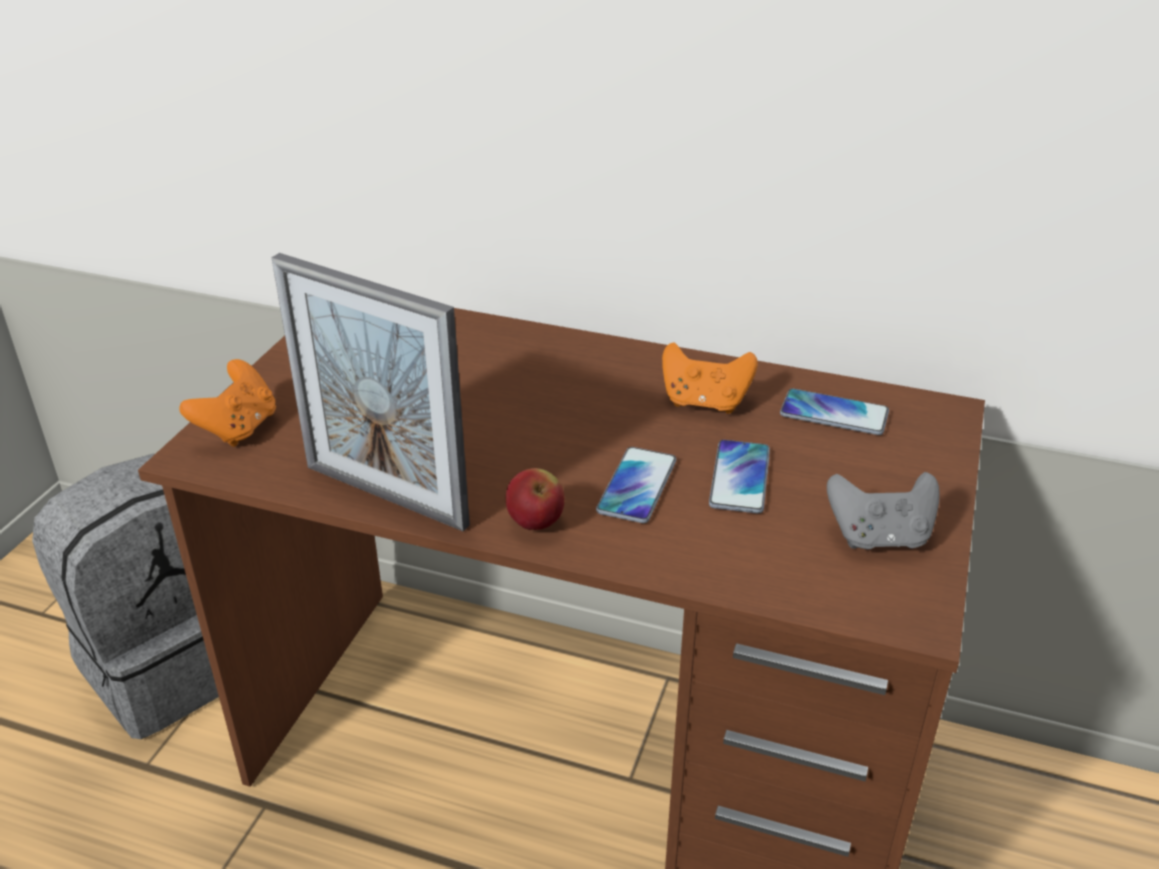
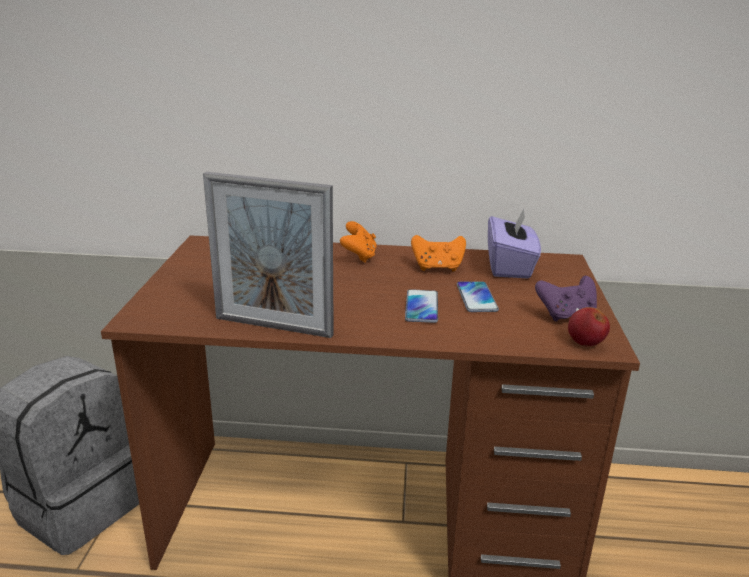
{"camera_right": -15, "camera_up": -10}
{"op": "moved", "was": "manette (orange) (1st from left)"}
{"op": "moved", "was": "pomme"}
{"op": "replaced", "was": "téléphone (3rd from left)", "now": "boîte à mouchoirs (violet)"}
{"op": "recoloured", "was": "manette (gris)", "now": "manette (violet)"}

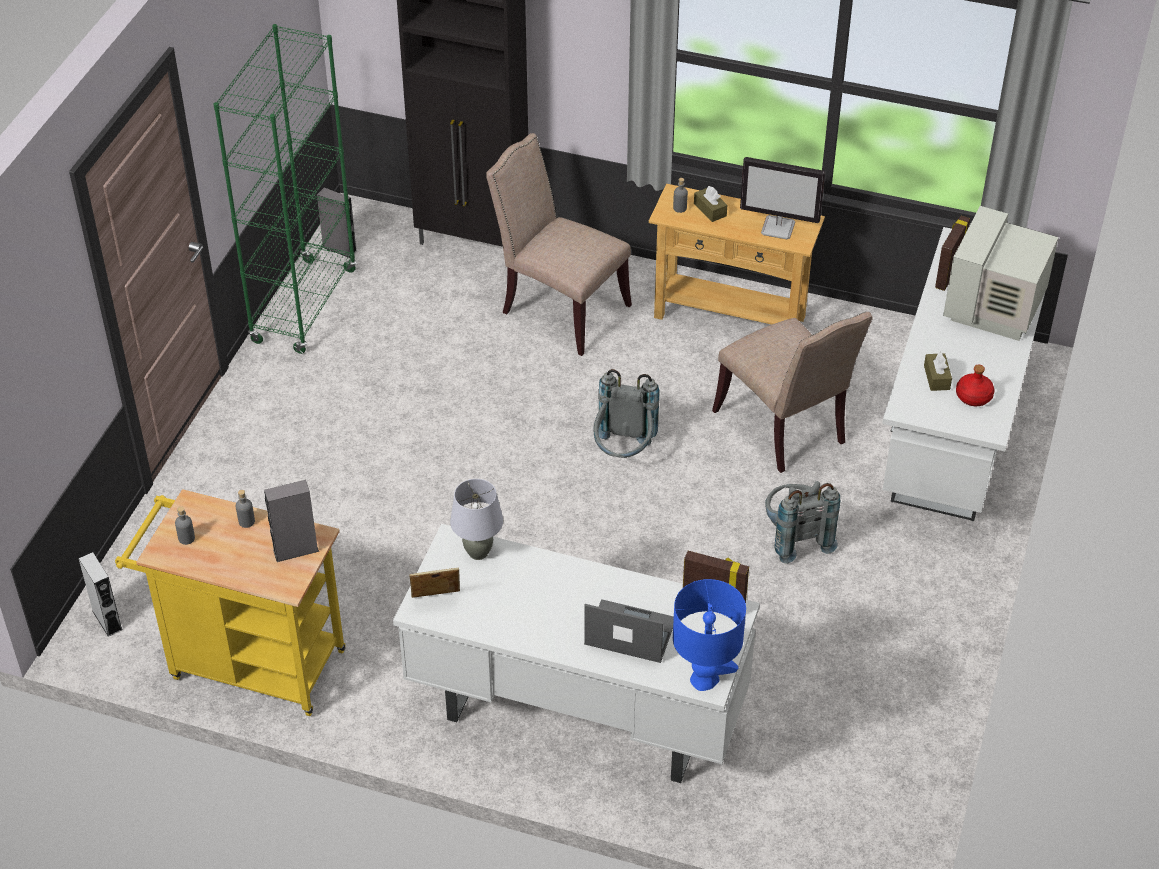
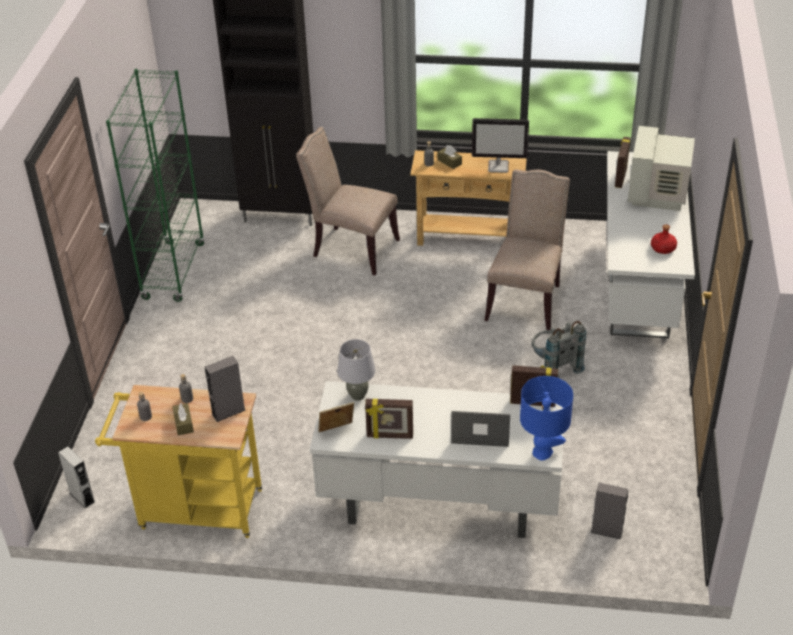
{"camera_right": -10, "camera_up": -5}
{"op": "moved", "was": "enceinte (gris) (3rd from left)"}
{"op": "removed", "was": "sac à dos (gris) (1st from left)"}
{"op": "turned", "was": "chaise (beige) (2nd from left)", "clockwise": -120}
{"op": "moved", "was": "boîte à mouchoirs (marron) (2nd from left in the first image)", "now": "boîte à mouchoirs (marron) (1st from left)"}
{"op": "added", "now": "cadre photo (2nd from left)"}

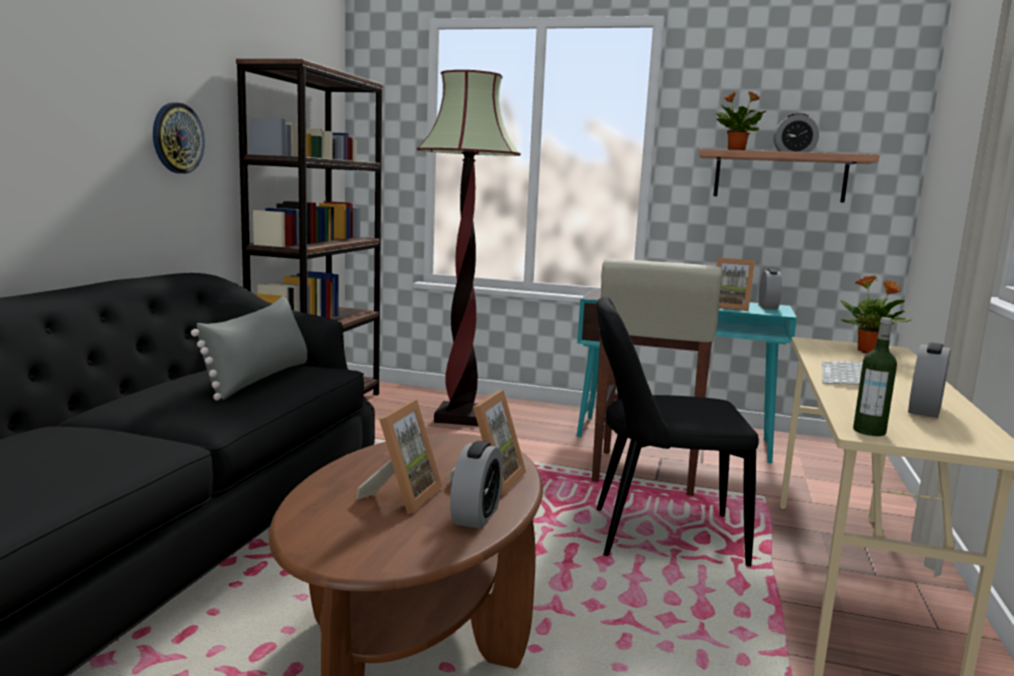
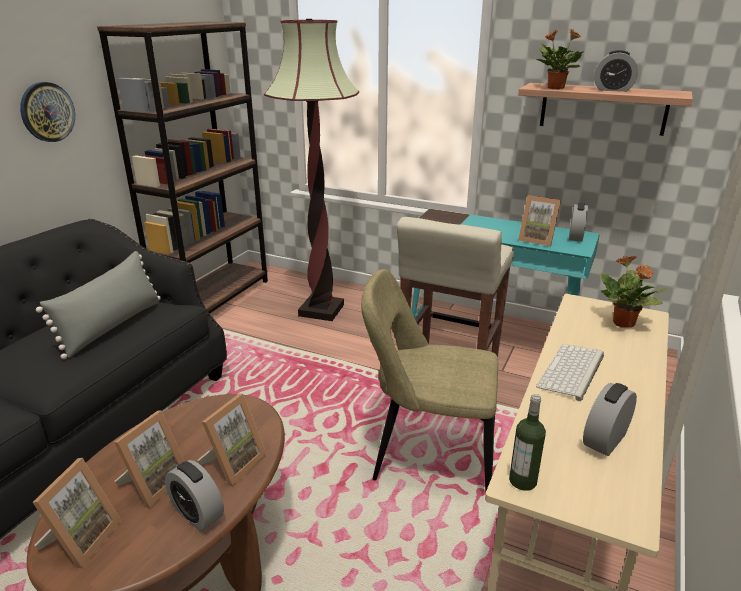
{"camera_right": 10, "camera_up": 15}
{"op": "turned", "was": "réveil (1st from left)", "clockwise": 105}
{"op": "recoloured", "was": "chaise (noir)", "now": "chaise (beige)"}
{"op": "added", "now": "cadre photo (1st from left)"}

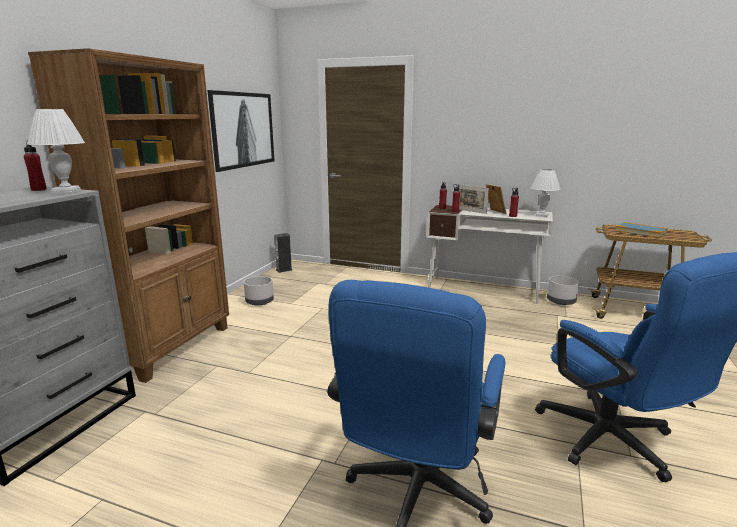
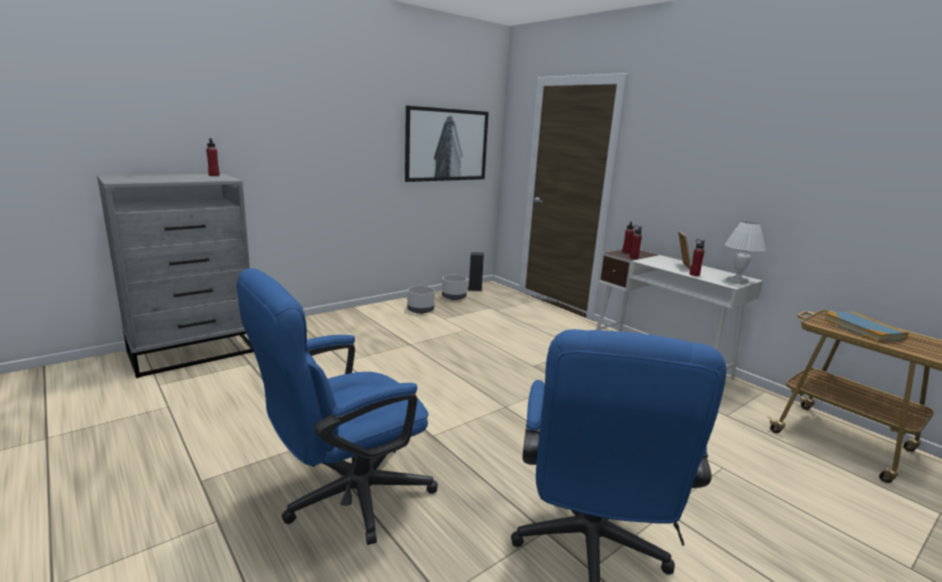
{"camera_right": 30, "camera_up": 0}
{"op": "removed", "was": "lampe de table (blanc) (1st from left)"}
{"op": "removed", "was": "bibliothèque (marron)"}
{"op": "removed", "was": "cadre photo (1st from left)"}
{"op": "moved", "was": "cache-pot (gris) (2nd from left)"}

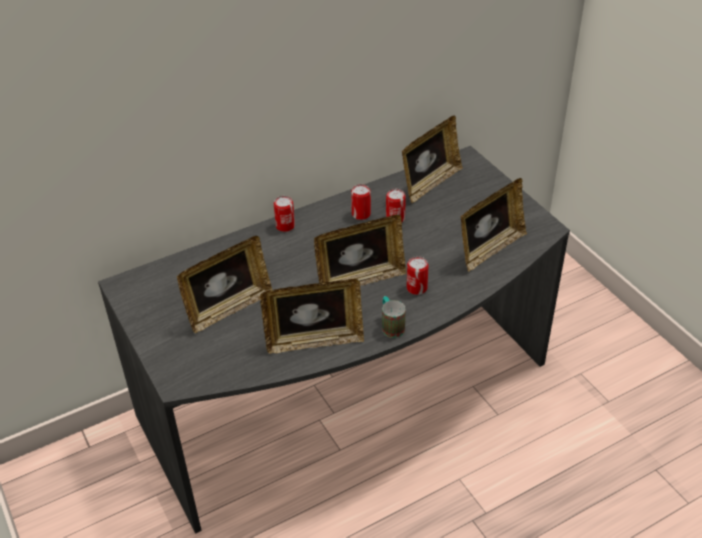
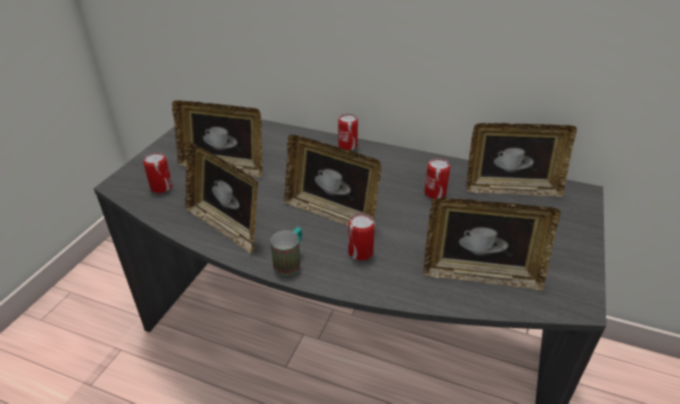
{"camera_right": 50, "camera_up": -5}
{"op": "moved", "was": "boîte métallique (2nd from left in the first image)", "now": "boîte métallique (1st from left)"}

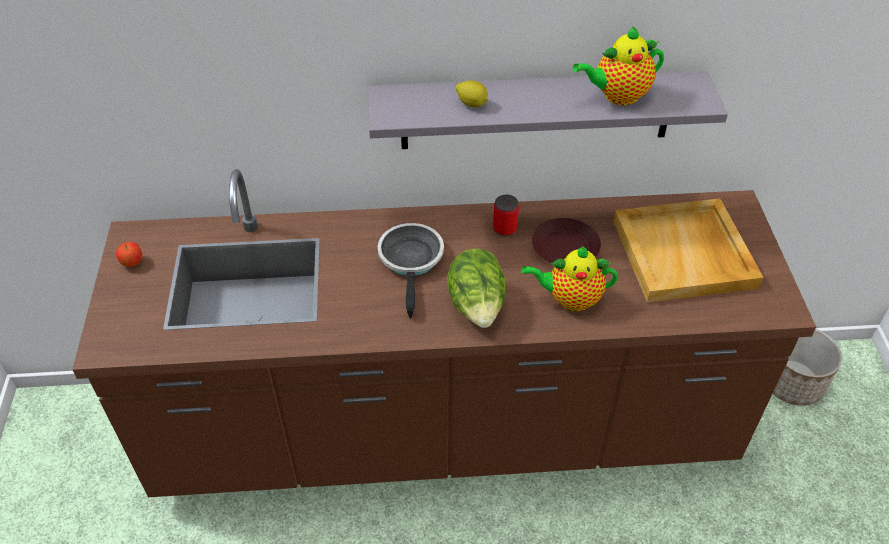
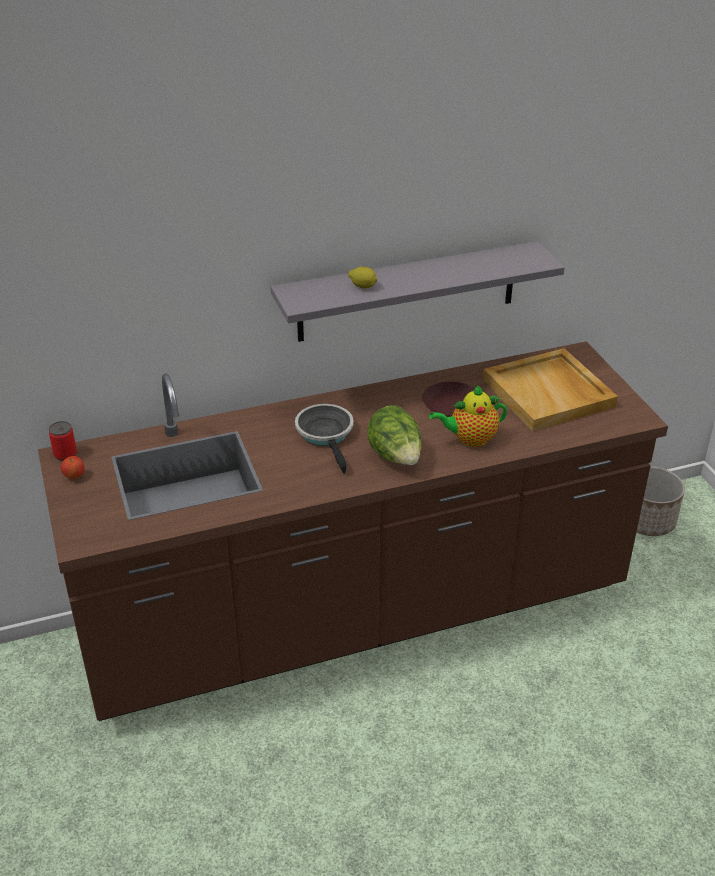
{"camera_right": -15, "camera_up": -10}
{"op": "moved", "was": "boîte métallique"}
{"op": "removed", "was": "théière (2nd from left)"}

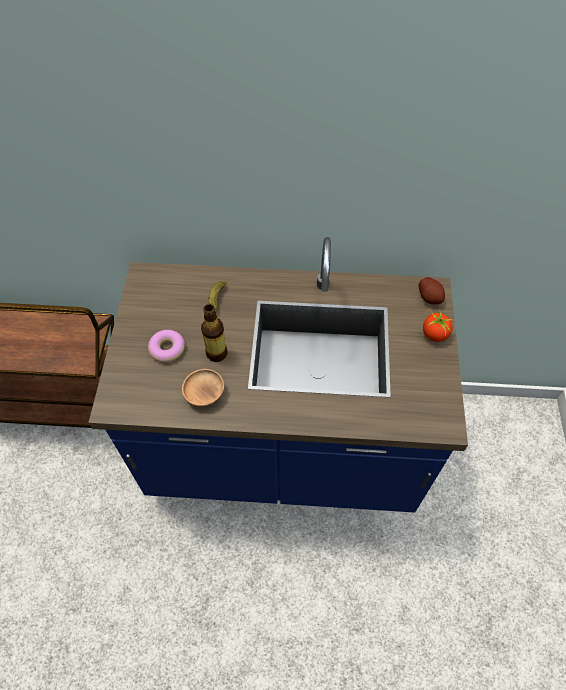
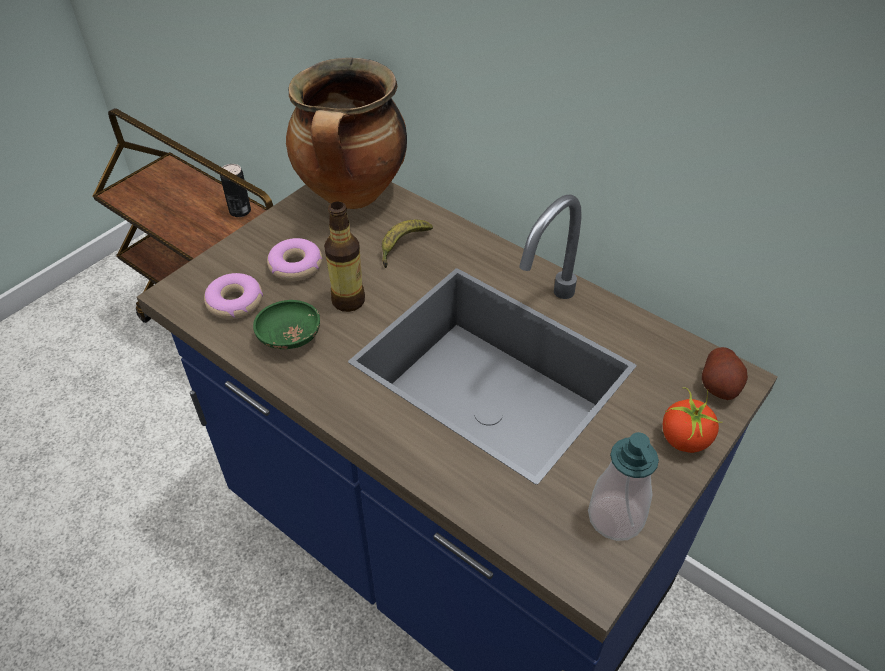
{"camera_right": 35, "camera_up": -10}
{"op": "recoloured", "was": "bol (marron)", "now": "bol (vert)"}
{"op": "added", "now": "beignet (1st from left)"}
{"op": "added", "now": "boîte métallique"}
{"op": "added", "now": "marmite"}
{"op": "added", "now": "distributeur de savon"}

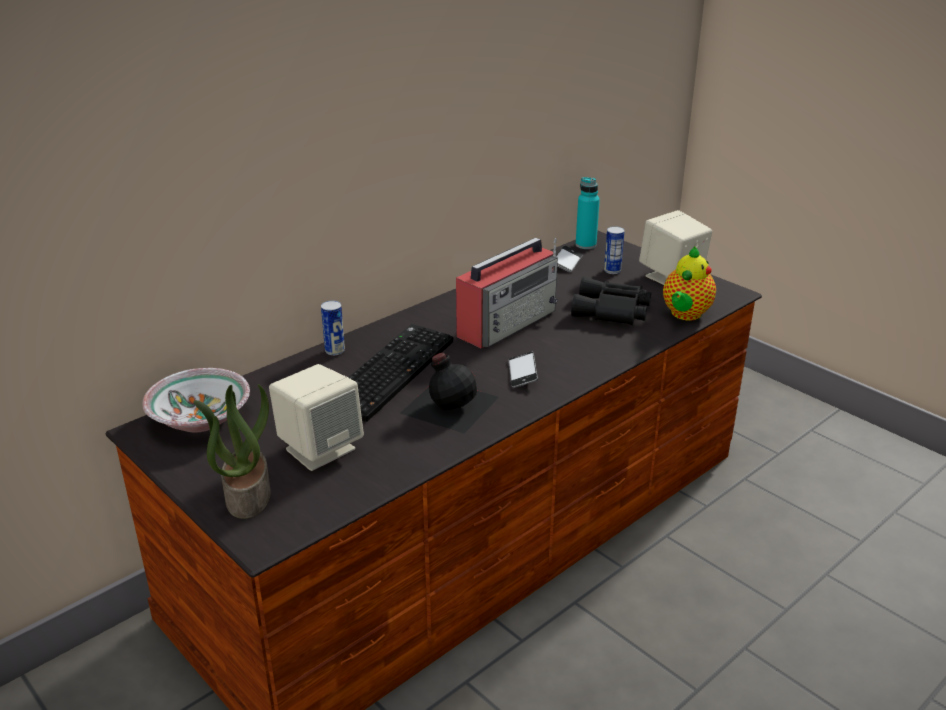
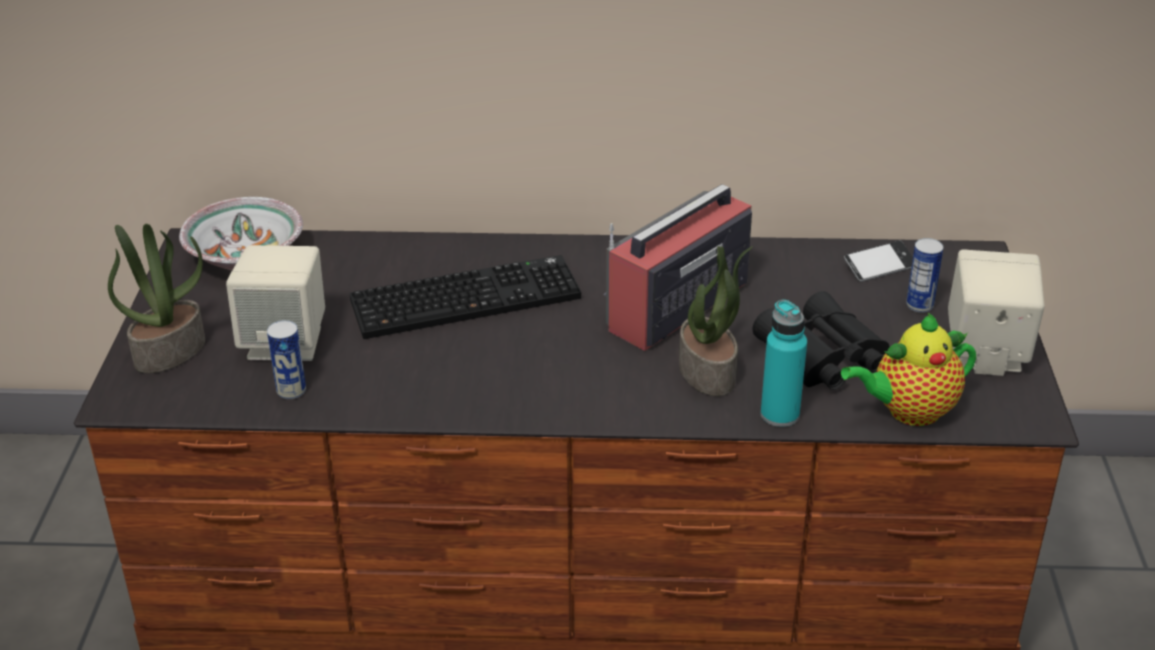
{"camera_right": 45, "camera_up": 5}
{"op": "moved", "was": "boîte métallique (1st from left)"}
{"op": "removed", "was": "bouteille (noir)"}
{"op": "turned", "was": "radio", "clockwise": 135}
{"op": "removed", "was": "téléphone (1st from left)"}
{"op": "moved", "was": "bouteille (turquoise)"}
{"op": "added", "now": "plante en pot (2nd from left)"}

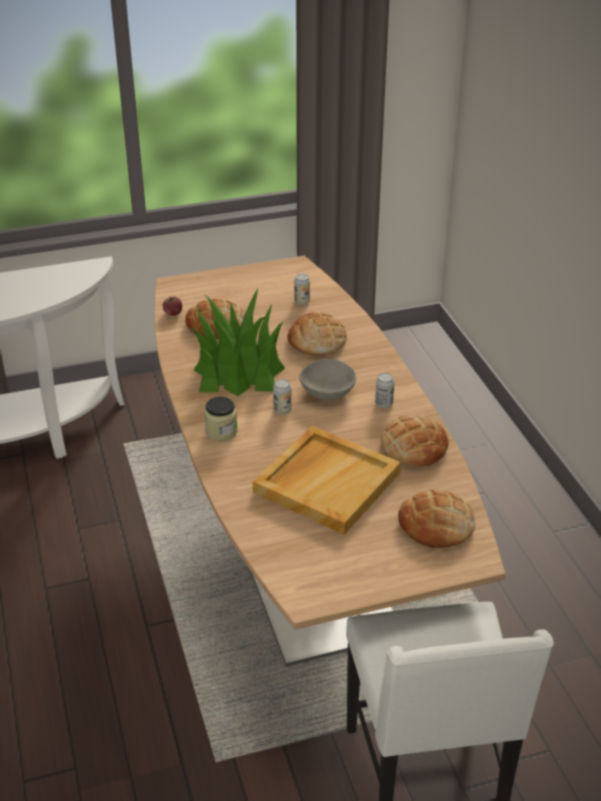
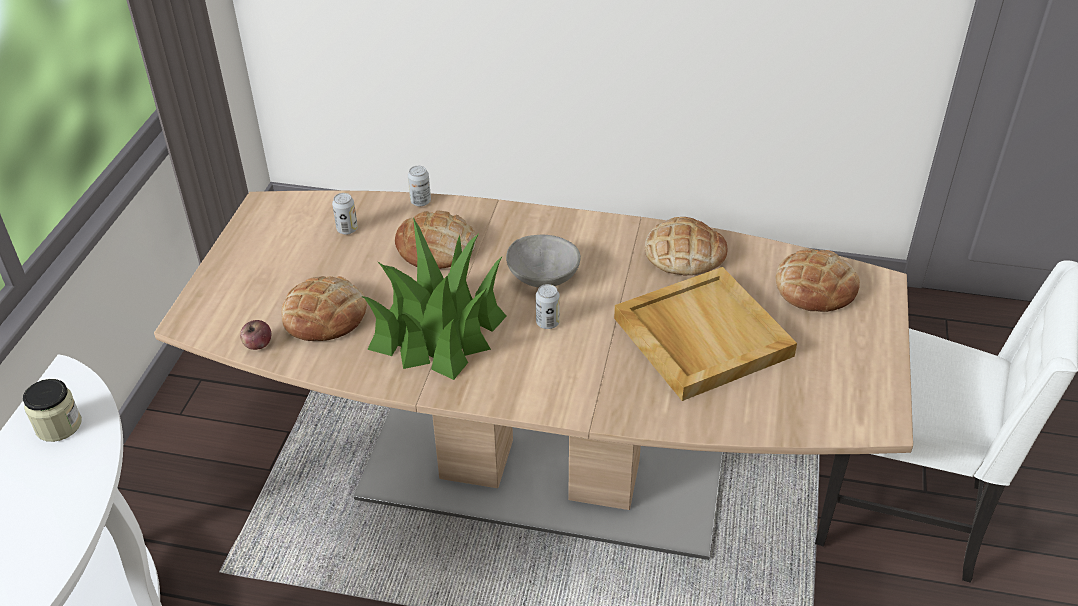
{"camera_right": -60, "camera_up": 5}
{"op": "moved", "was": "bocal"}
{"op": "moved", "was": "boîte métallique (3rd from left in the first image)", "now": "boîte métallique (2nd from left)"}

